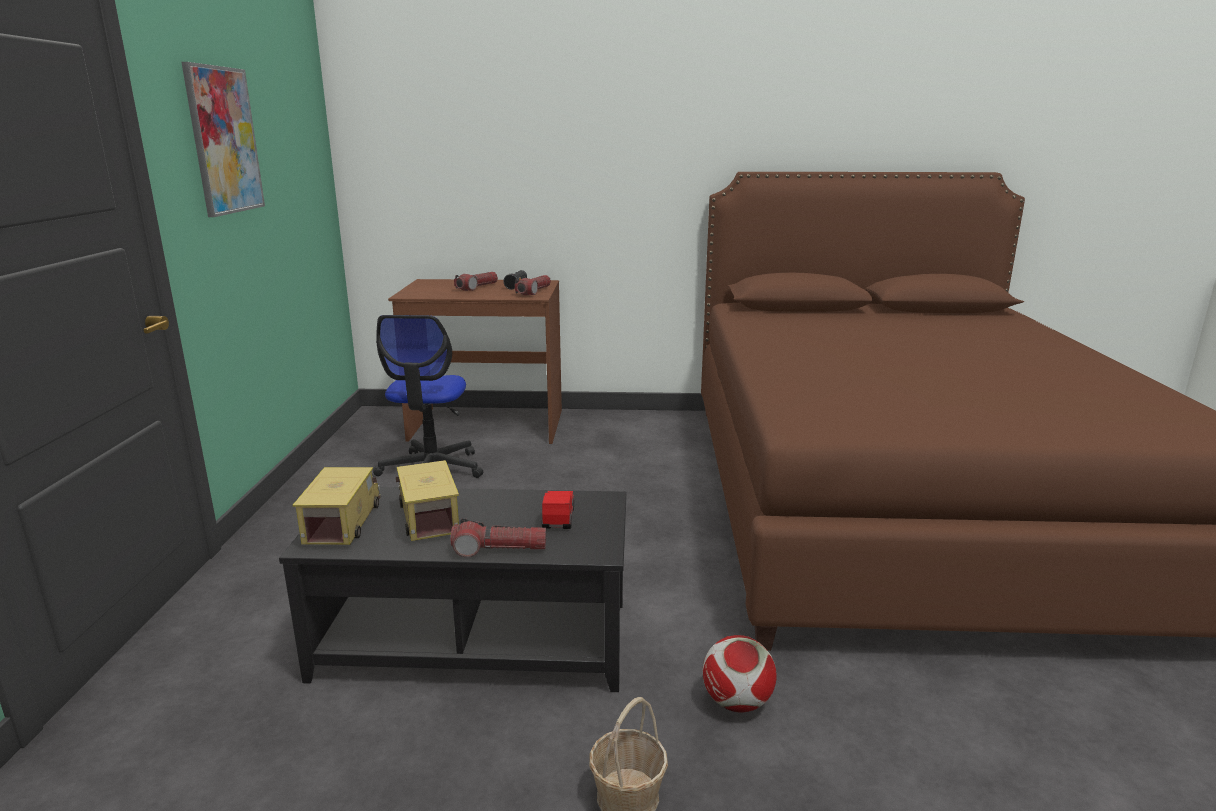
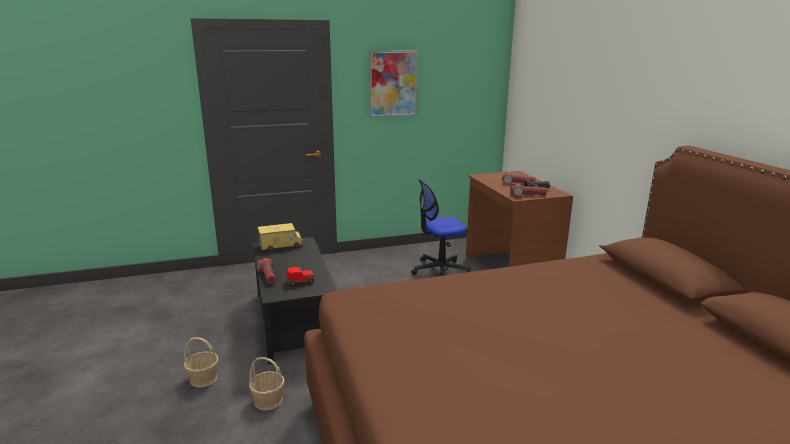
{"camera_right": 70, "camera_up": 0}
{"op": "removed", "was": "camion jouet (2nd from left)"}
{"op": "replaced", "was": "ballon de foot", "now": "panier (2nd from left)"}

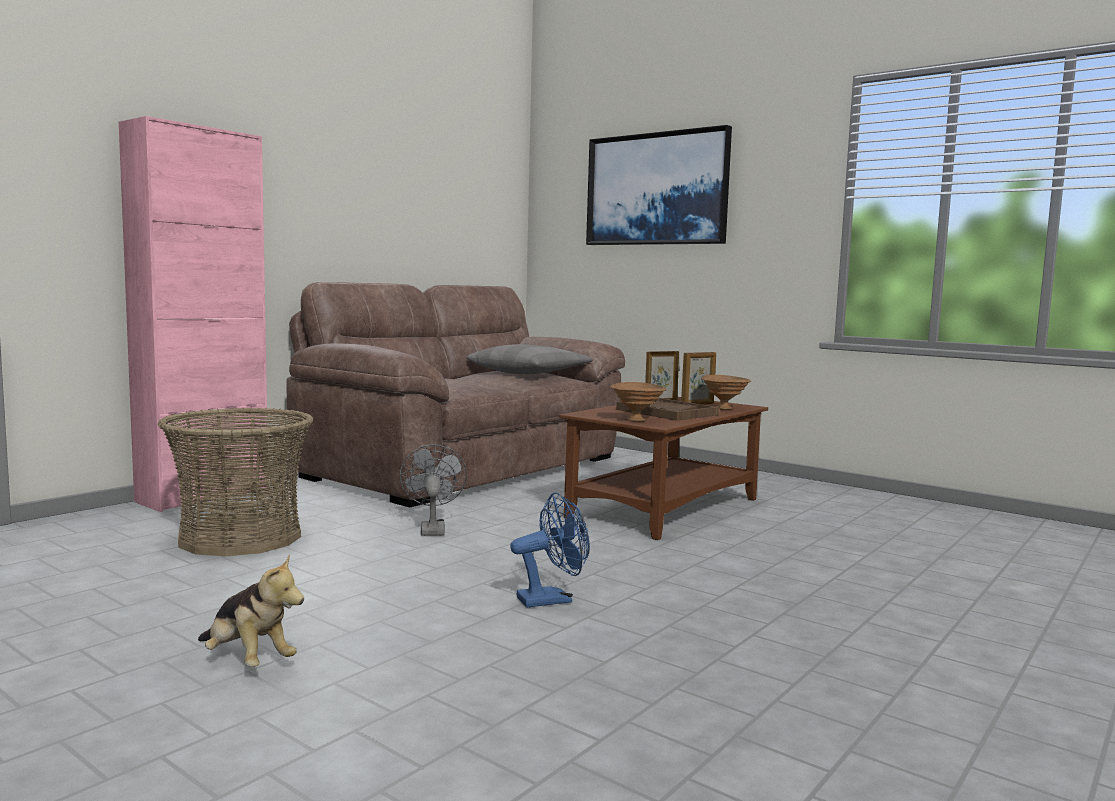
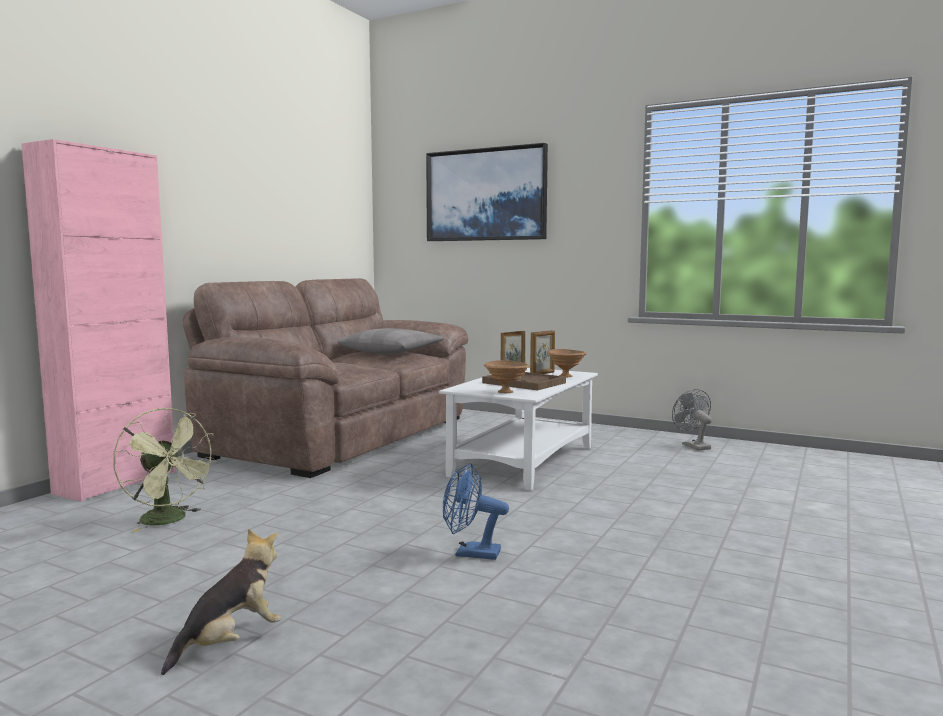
{"camera_right": -10, "camera_up": 0}
{"op": "replaced", "was": "panier", "now": "ventilateur (vert)"}
{"op": "turned", "was": "peluche", "clockwise": -75}
{"op": "moved", "was": "ventilateur (gris)"}
{"op": "turned", "was": "ventilateur (bleu)", "clockwise": -135}
{"op": "recoloured", "was": "table basse (marron)", "now": "table basse (blanc)"}

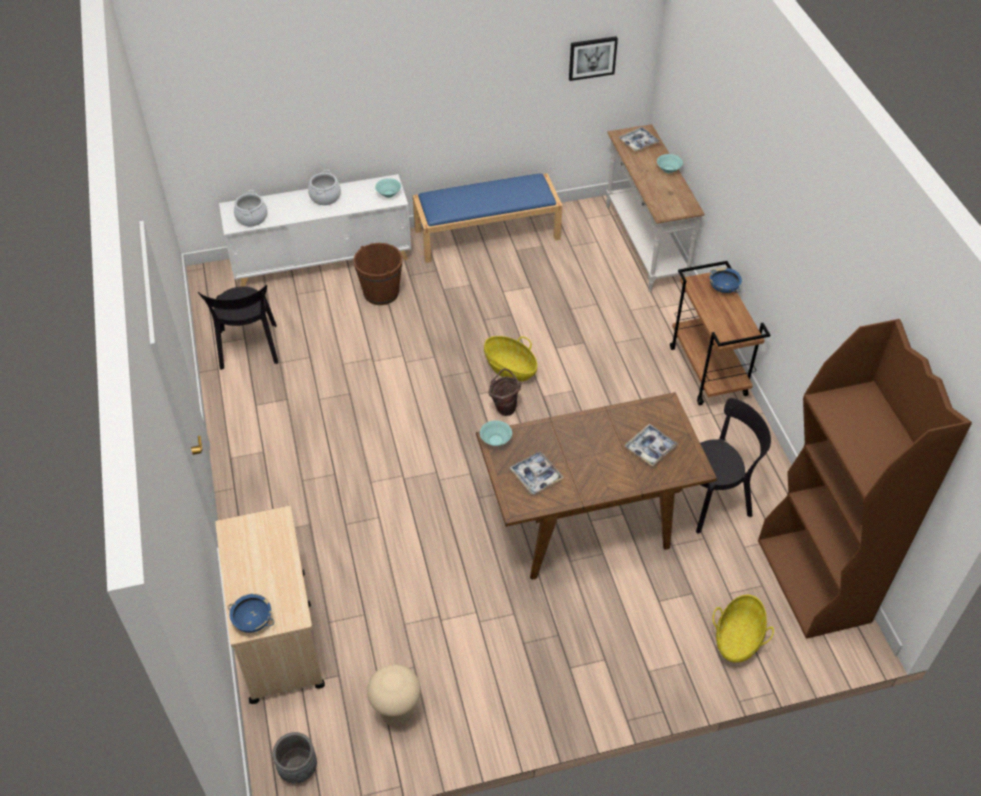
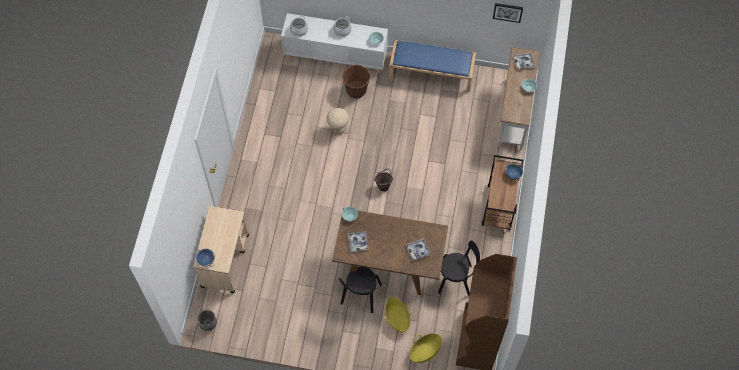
{"camera_right": 25, "camera_up": 15}
{"op": "moved", "was": "chaise (noir) (1st from left)"}
{"op": "moved", "was": "tabouret (beige)"}
{"op": "moved", "was": "panier (1st from left)"}

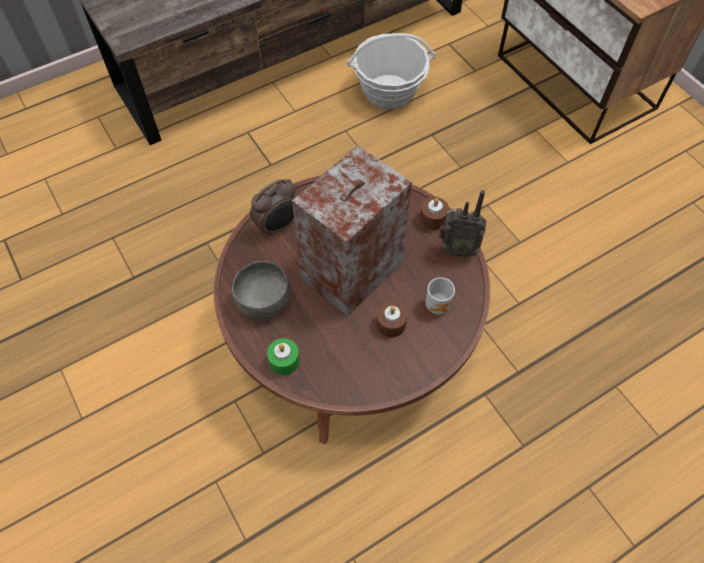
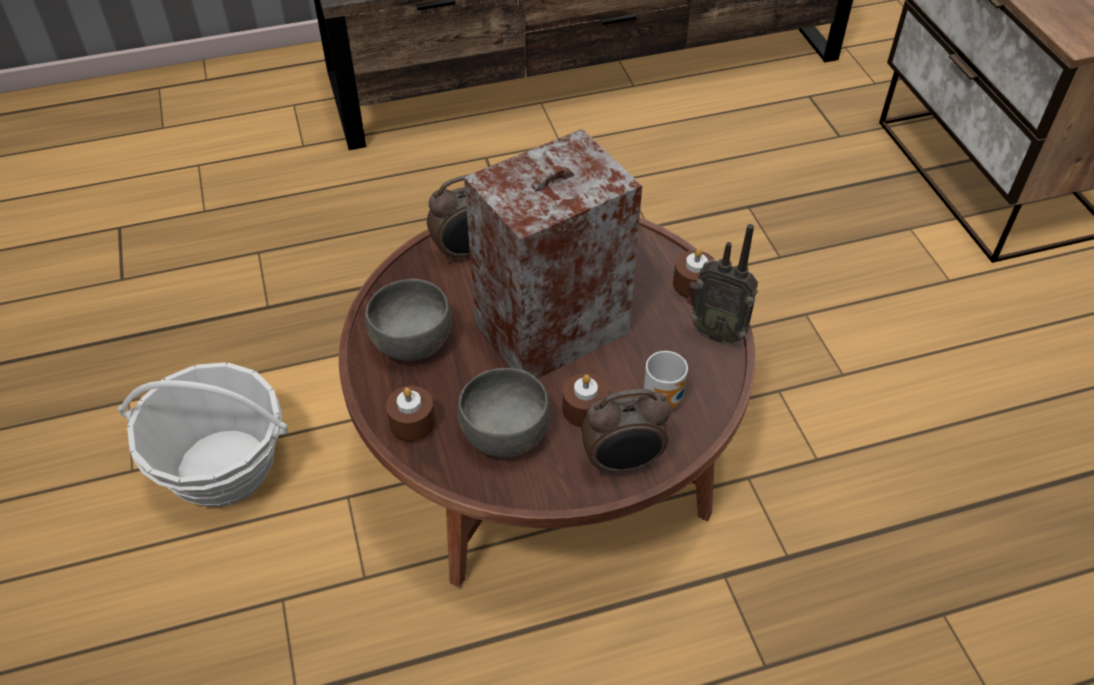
{"camera_right": 15, "camera_up": -10}
{"op": "recoloured", "was": "bougie (vert)", "now": "bougie (marron) (1st from left)"}
{"op": "moved", "was": "panier"}
{"op": "added", "now": "bol (gris) (2nd from left)"}
{"op": "added", "now": "réveil (2nd from left)"}

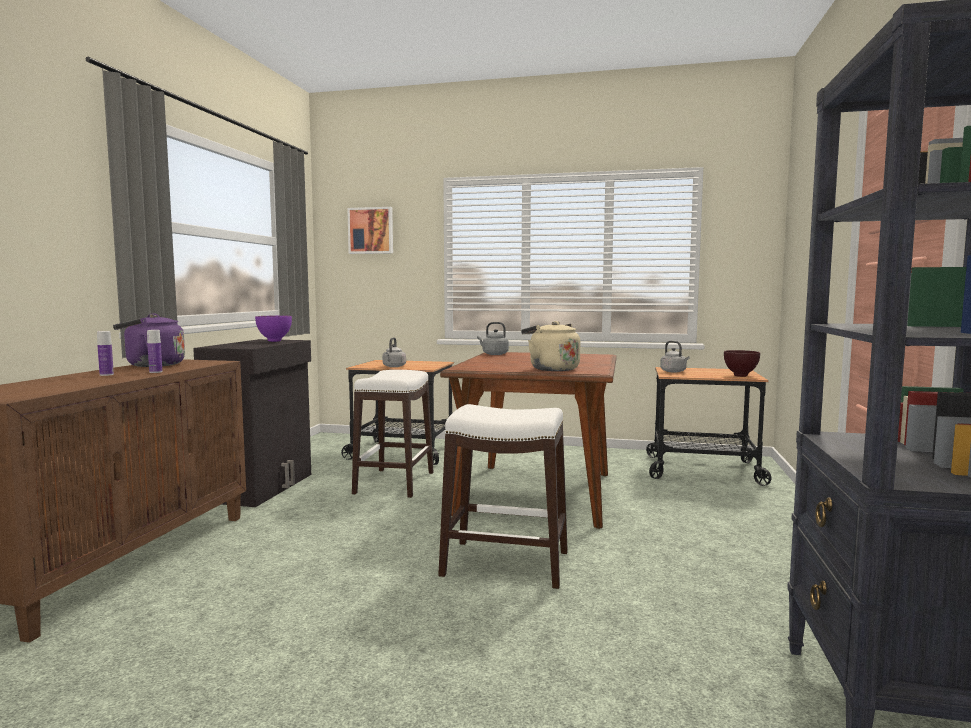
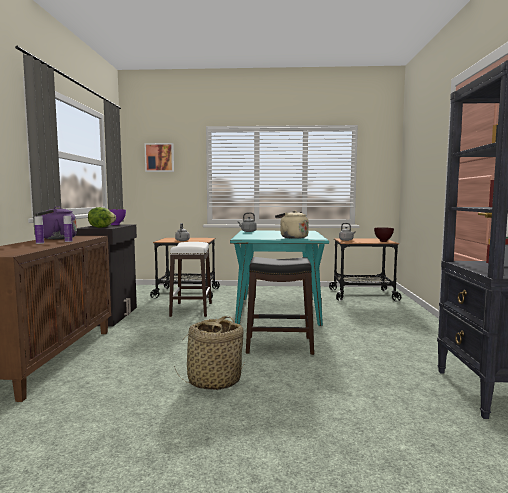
{"camera_right": -10, "camera_up": 0}
{"op": "recoloured", "was": "tabouret (blanc) (2nd from left)", "now": "tabouret (noir)"}
{"op": "recoloured", "was": "table à manger (marron)", "now": "table à manger (turquoise)"}
{"op": "added", "now": "laitue"}
{"op": "added", "now": "panier"}

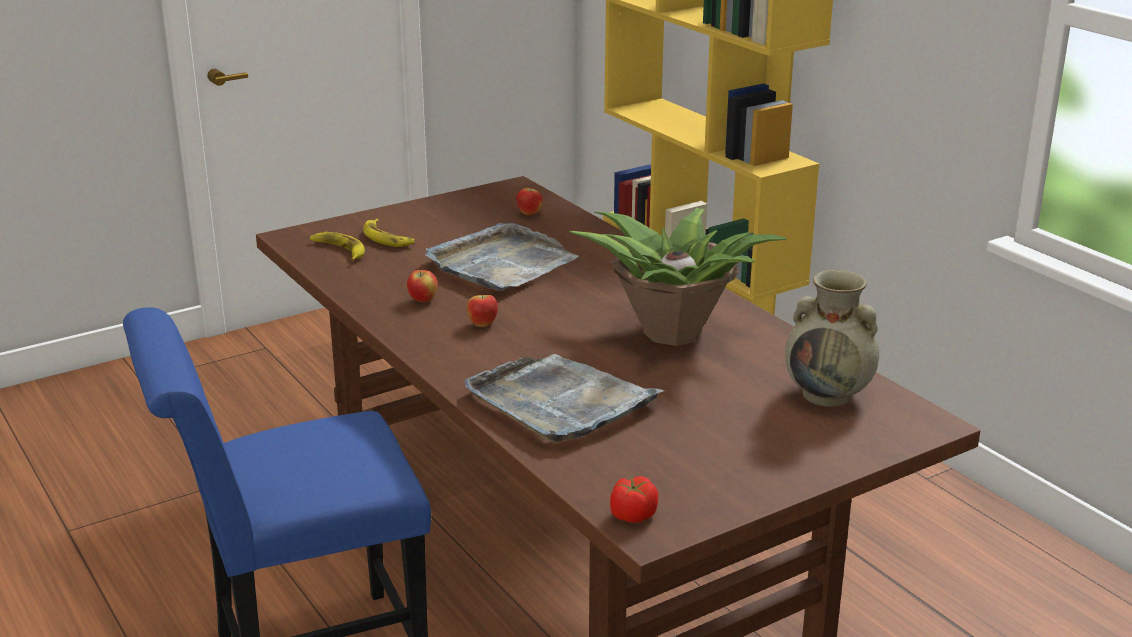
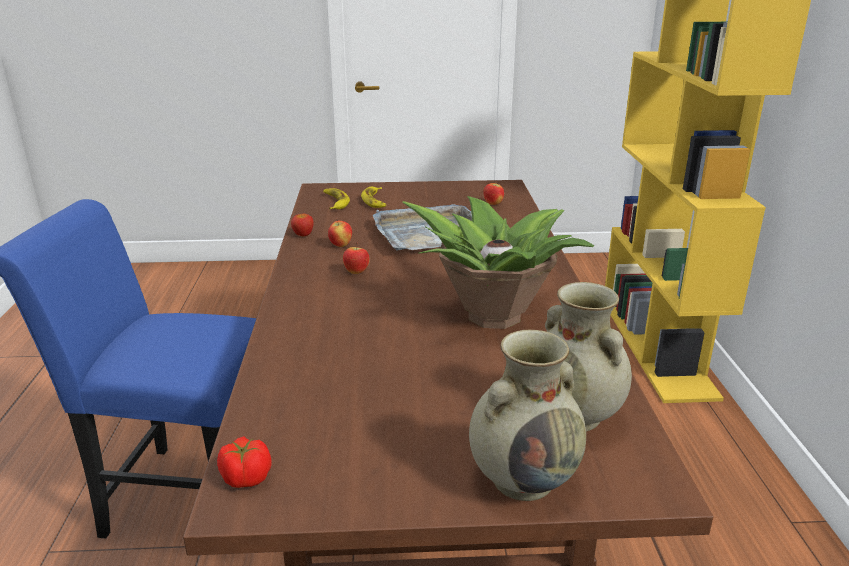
{"camera_right": 30, "camera_up": 0}
{"op": "removed", "was": "plateau (gris) (2nd from left)"}
{"op": "added", "now": "pomme (1st from left)"}
{"op": "added", "now": "vase (beige) (1st from left)"}

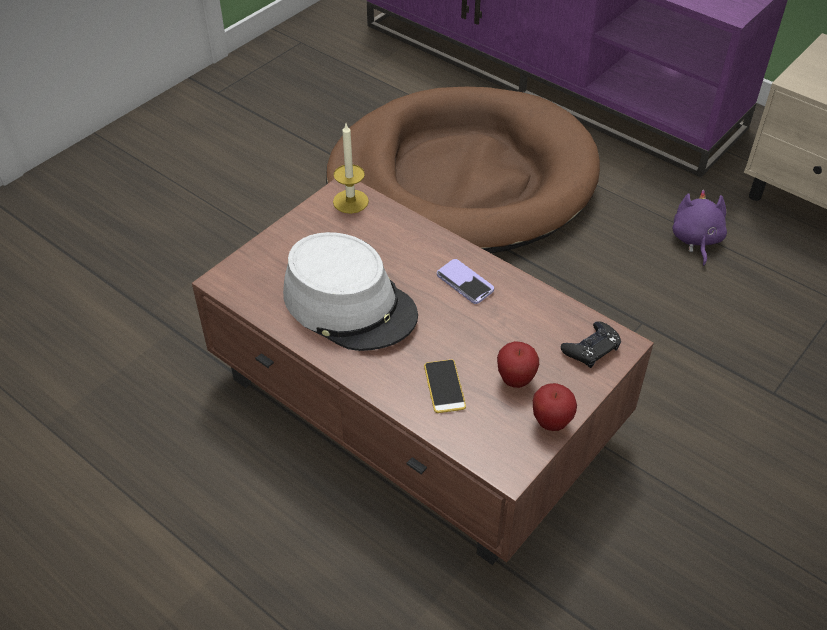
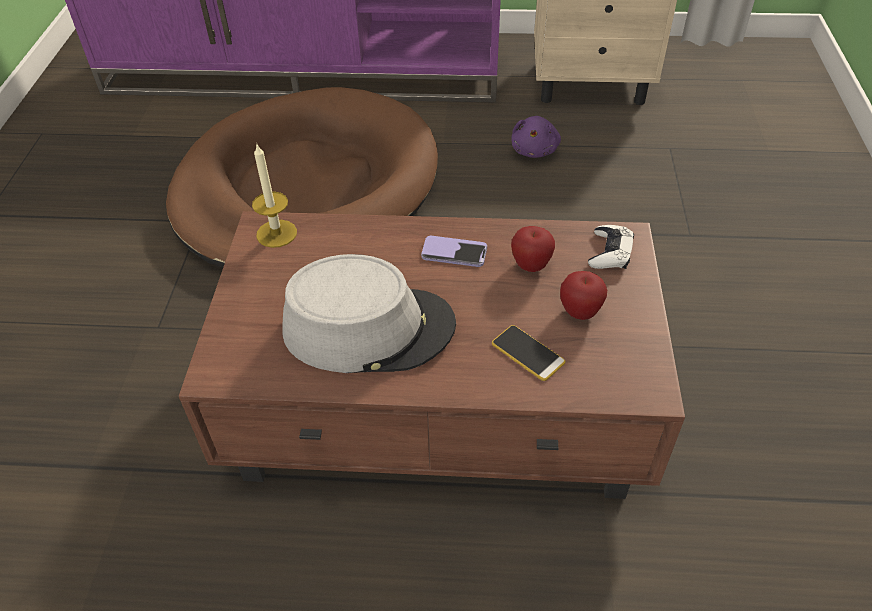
{"camera_right": -35, "camera_up": 0}
{"op": "moved", "was": "pomme (2nd from left in the first image)", "now": "pomme (1st from left)"}
{"op": "recoloured", "was": "manette (noir)", "now": "manette (blanc)"}
{"op": "turned", "was": "peluche (violet)", "clockwise": -135}

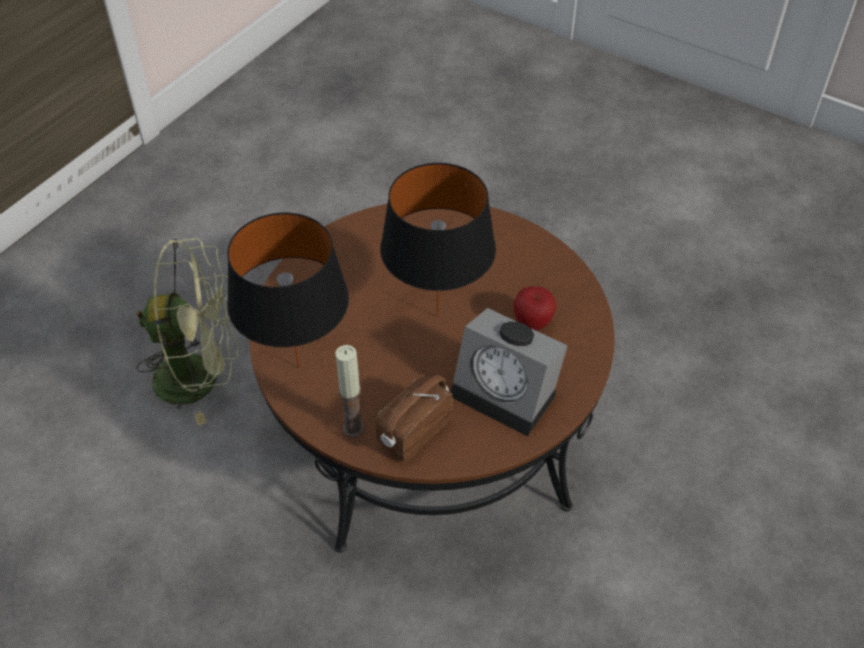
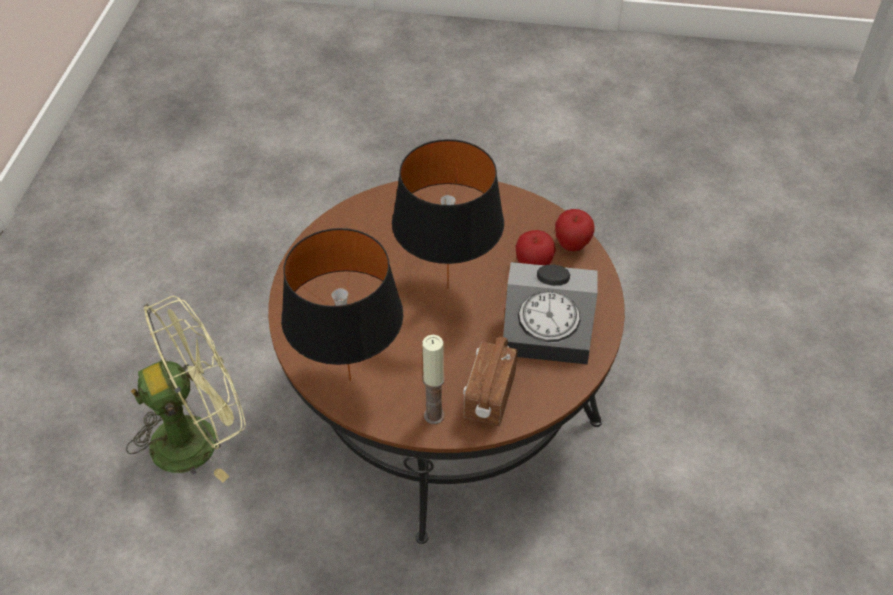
{"camera_right": -25, "camera_up": 0}
{"op": "added", "now": "pomme (2nd from left)"}

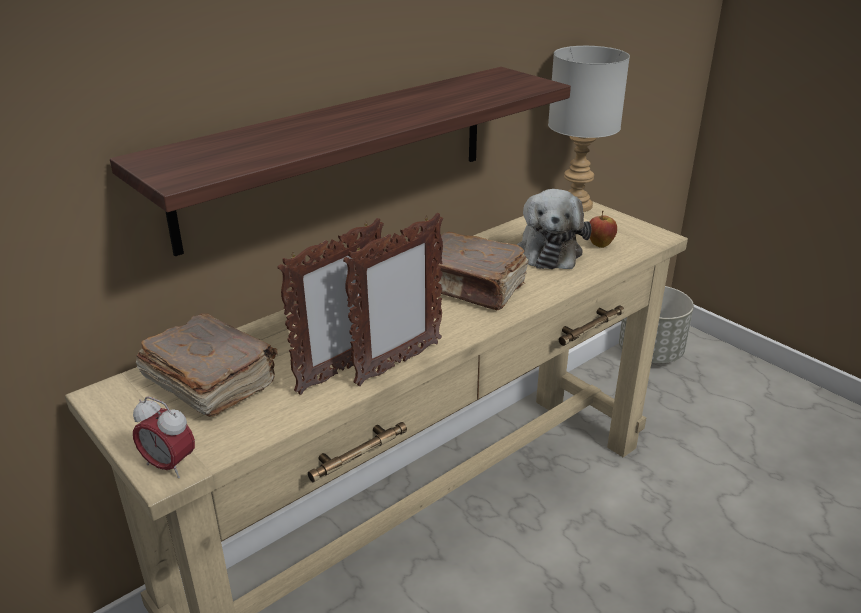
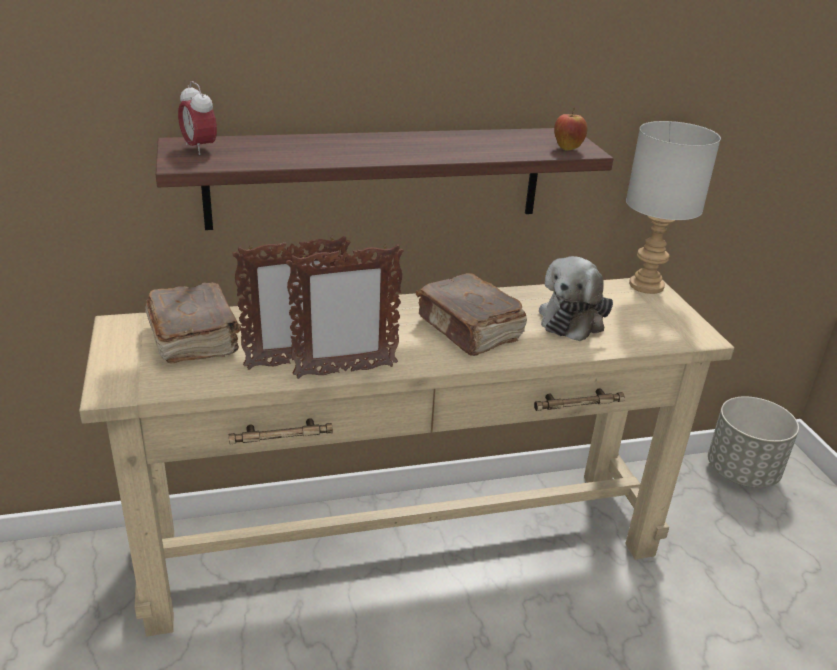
{"camera_right": 25, "camera_up": 0}
{"op": "moved", "was": "réveil"}
{"op": "moved", "was": "pomme"}

